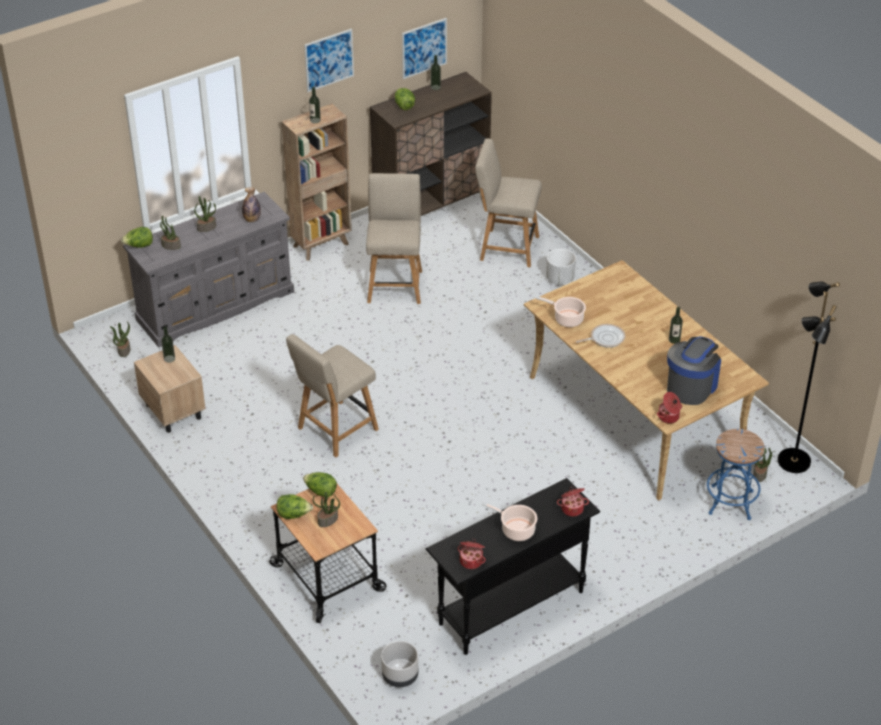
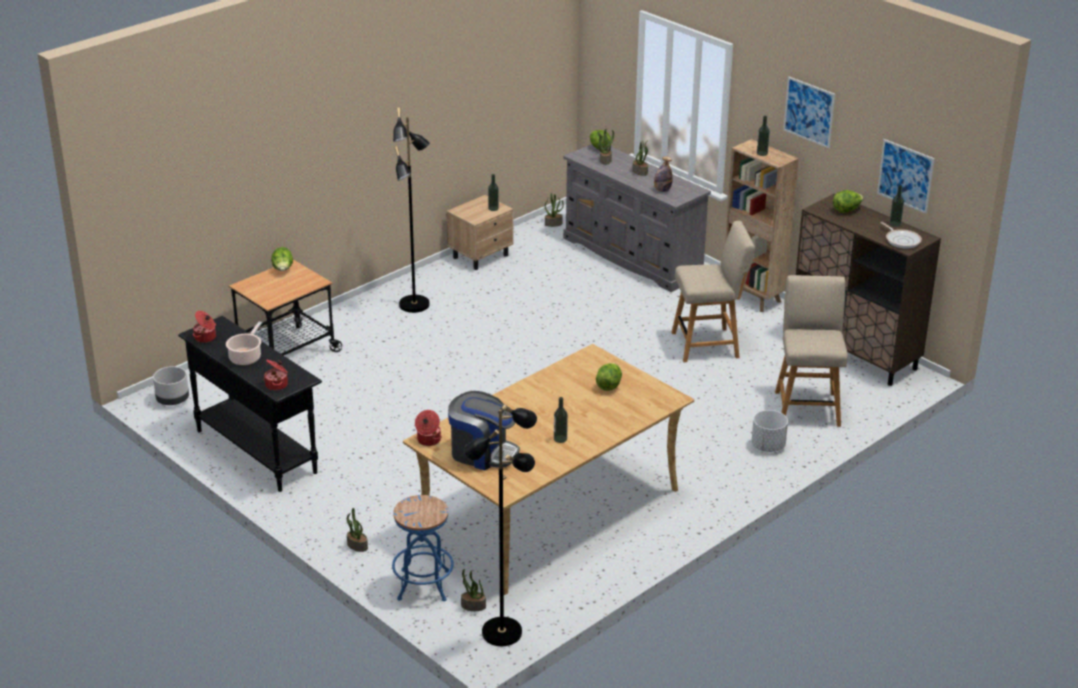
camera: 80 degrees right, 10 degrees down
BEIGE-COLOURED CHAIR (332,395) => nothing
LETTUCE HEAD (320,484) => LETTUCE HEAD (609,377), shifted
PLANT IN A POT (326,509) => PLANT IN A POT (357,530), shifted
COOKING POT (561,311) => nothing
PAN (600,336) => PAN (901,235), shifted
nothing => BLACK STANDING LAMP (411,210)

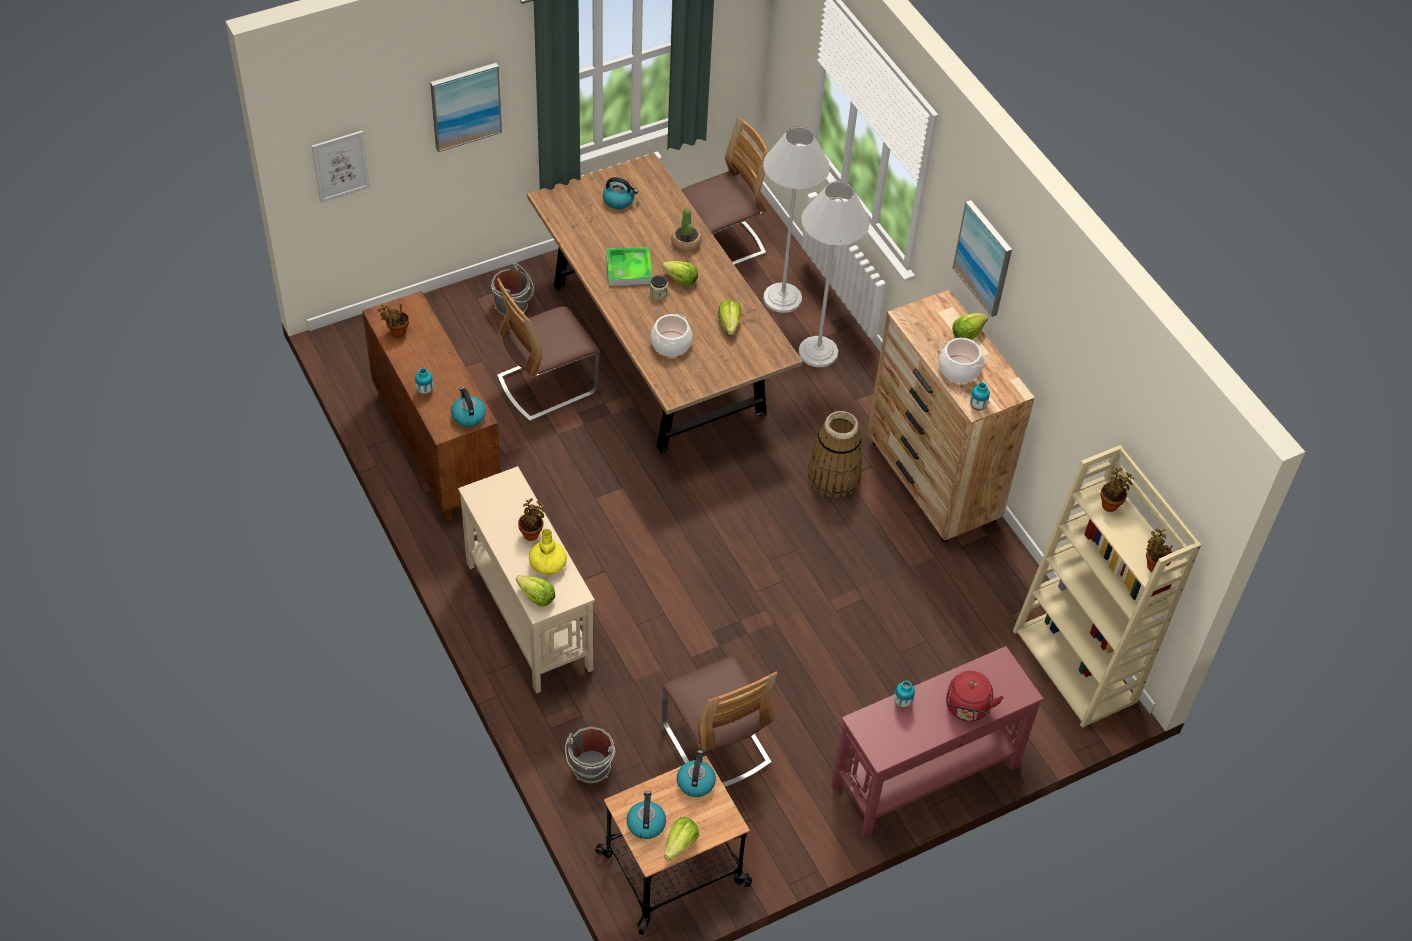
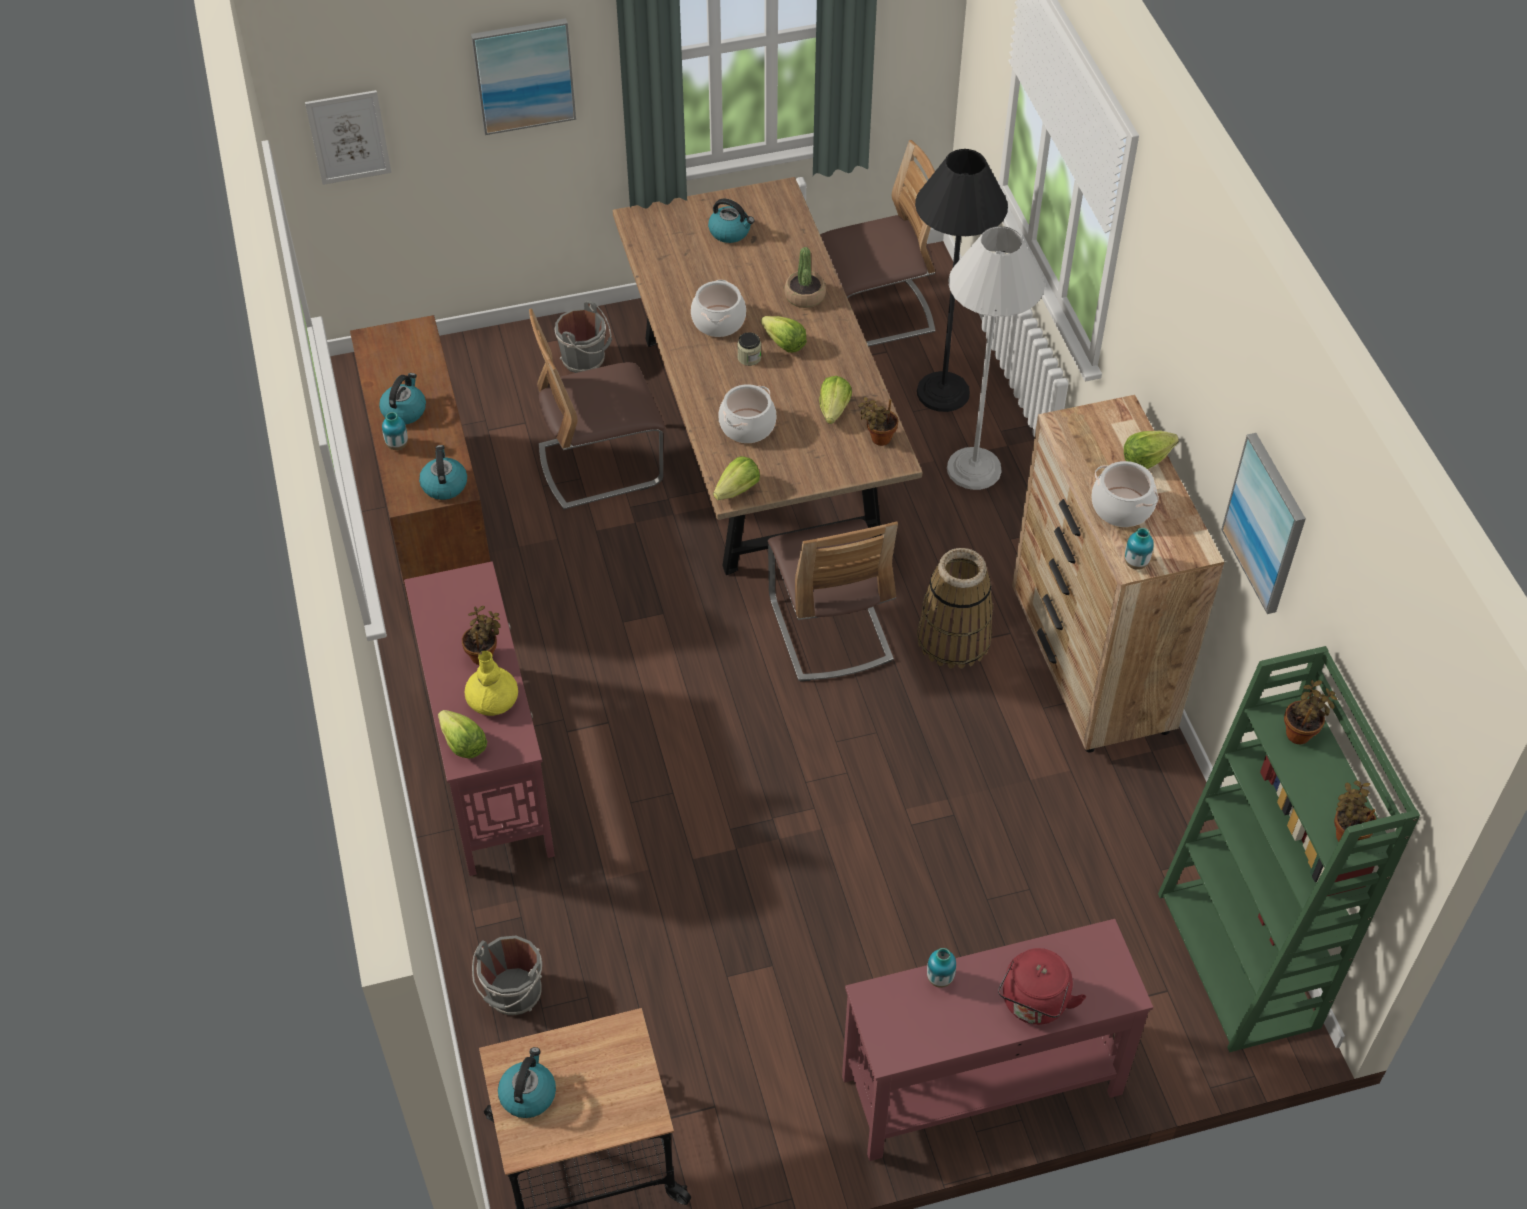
camera: 15 degrees right, 0 degrees up
PLANT IN A POT (393,320) => PLANT IN A POT (878,421), shifted
BEIGE-COLOURED CONSOLE TABLE (526,580) => REDDISH CONSOLE TABLE (479,718)
SERVING TRAY (629,266) => COOKING POT (718,308)
CHAIR (720,721) => CHAIR (833,600), shifted
LETTUCE HEAD (681,838) => LETTUCE HEAD (736,478), shifted
KETTLE (696,773) => KETTLE (402,399), shifted
WHITE STANDING LAMP (796,220) => BLACK STANDING LAMP (961,280)
WALL ART (982,258) => WALL ART (1263,523), shifted
BEIGE-COLOURED BOOKCASE (1107,586) => GREEN-COLOURED BOOKCASE (1289,849)

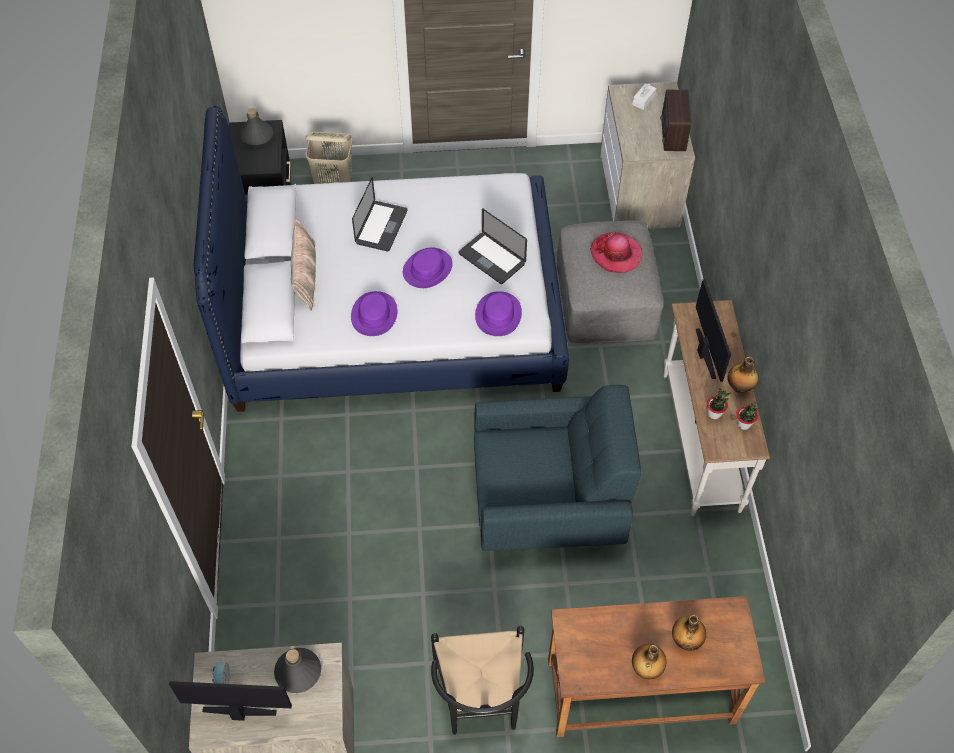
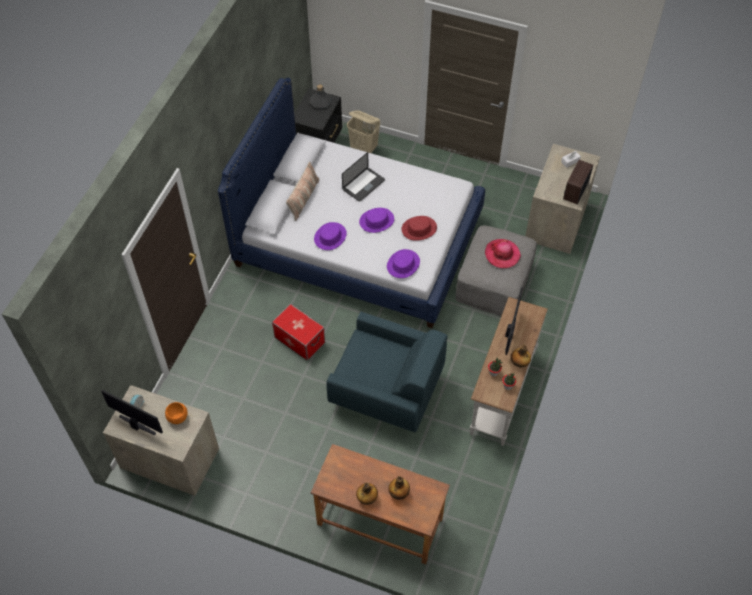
camera: 25 degrees right, 0 degrees up
GREYISH BEVERAGE BOTTLE (297,670) => ORANGE SERVING BOWL (176,413)
BLACK CHAIR (482,680) => nothing
LAPTOP (493,246) => REDDISH HAT (419,228)
nothing => STORAGE BOX (298,332)

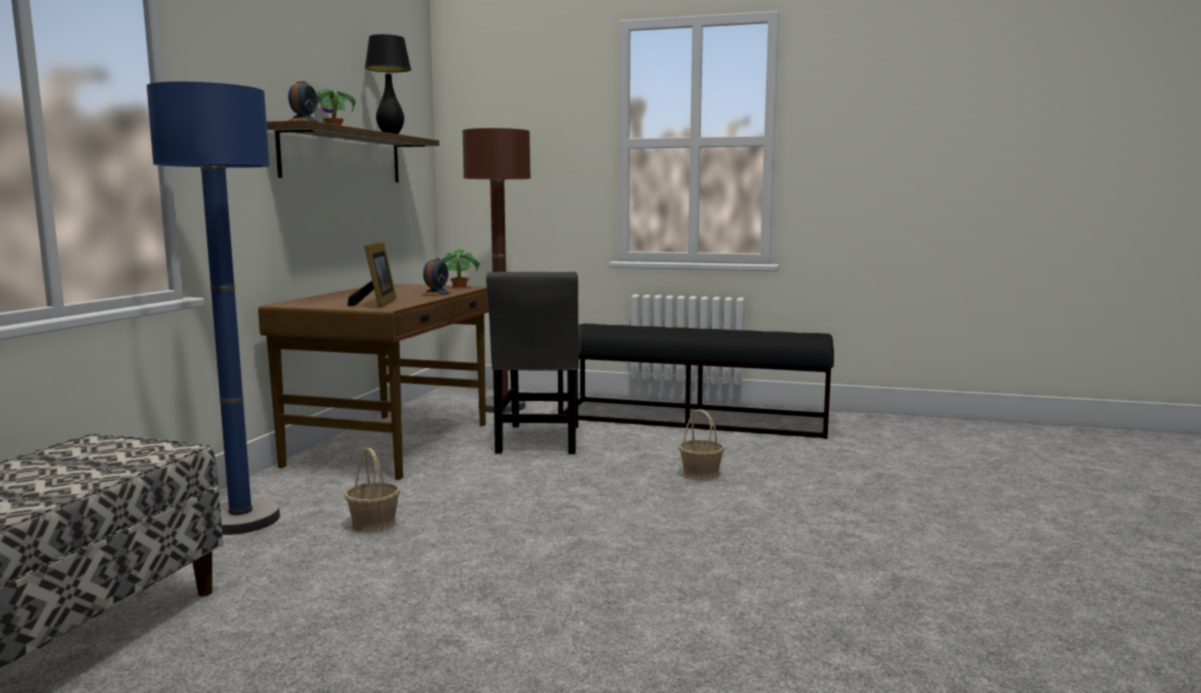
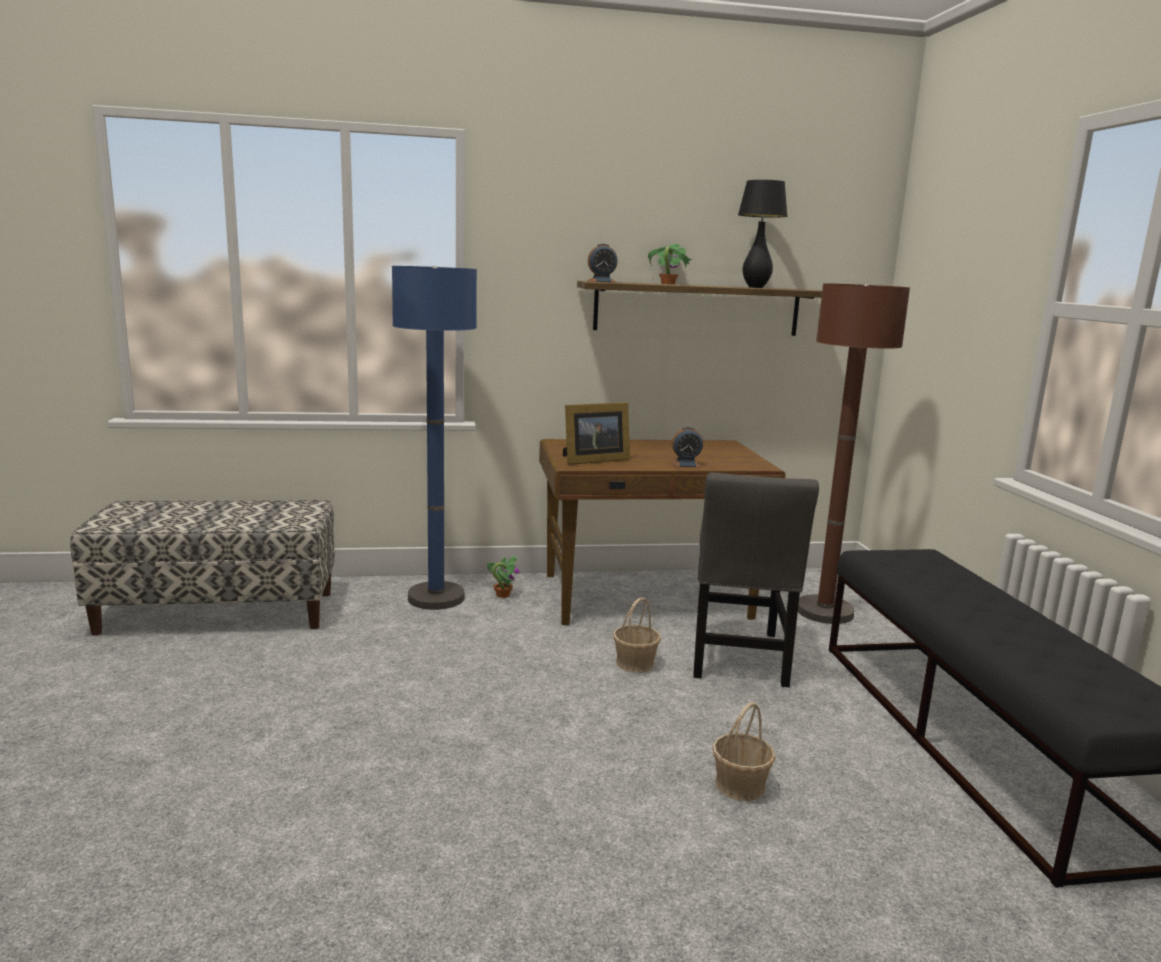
camera: 65 degrees right, 5 degrees up
STORAGE BASKET (372,490) => STORAGE BASKET (637,635), shifted
PLANT IN A POT (461,268) => PLANT IN A POT (503,577), shifted
GREYISH CHAIR (533,363) => GREYISH CHAIR (756,579), 60 degrees counterclockwise

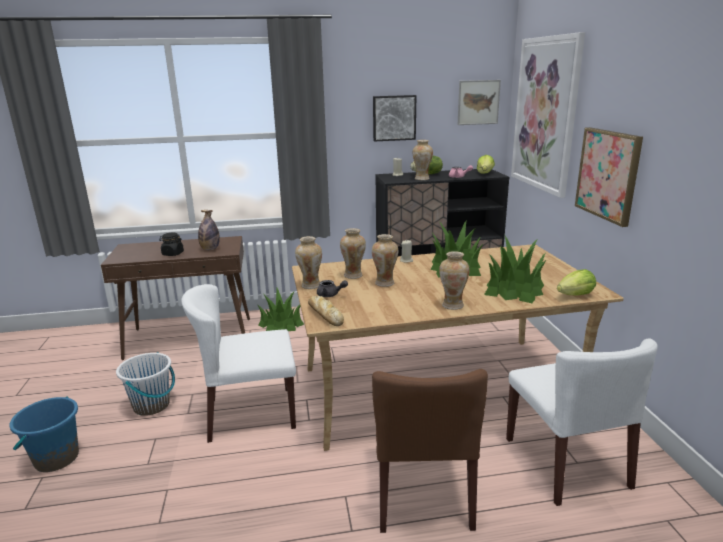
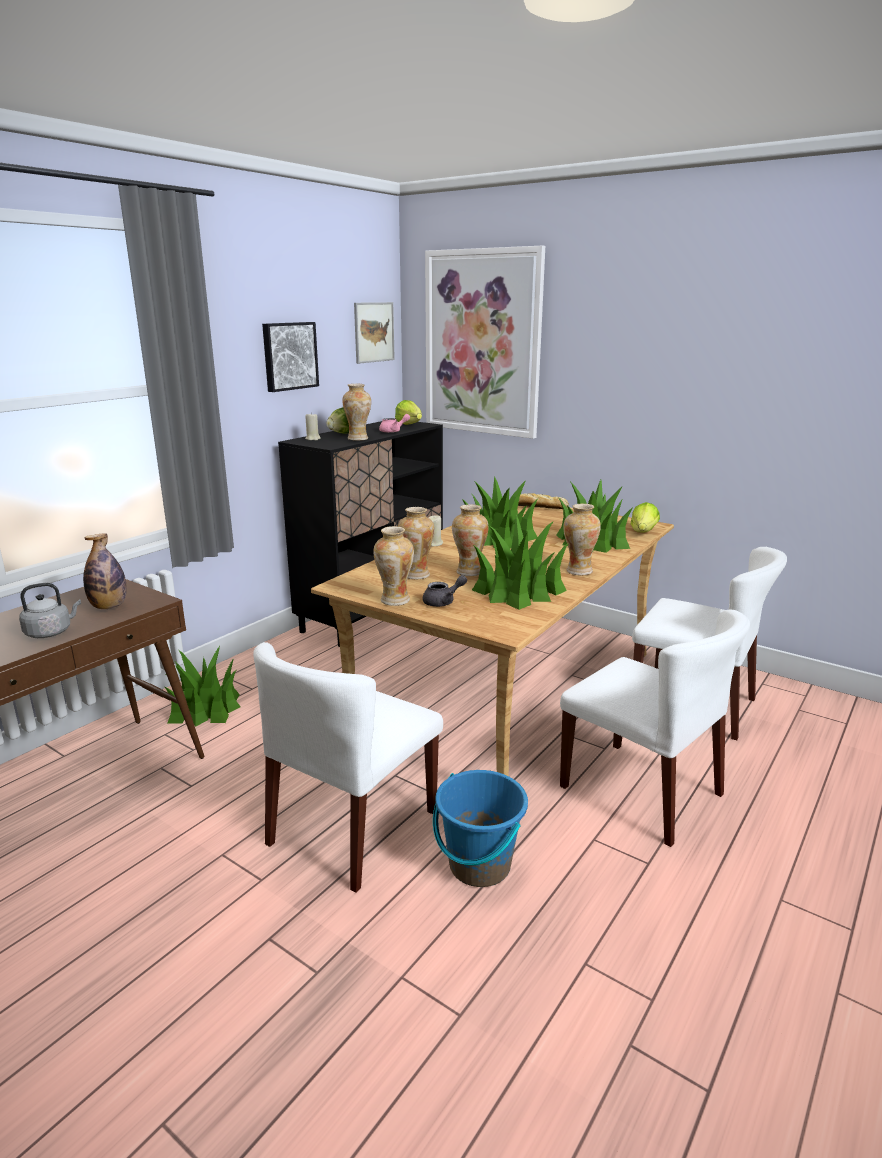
camera: 45 degrees left, 0 degrees up
BLUISH WATER BUCKET (44,434) => BLUISH WATER BUCKET (480,828), shifted
WHITE WATER BUCKET (145,384) => nothing
BLACK PRESERVE JAR (171,244) => GREYISH KETTLE (50,610)
BREAD (326,311) => BREAD (543,501), shifted
BROWN-COLOURED CHAIR (430,451) => WHITE CHAIR (655,728)
WALL ART (609,177) => nothing
nothing => PLANT IN A POT (520,562)

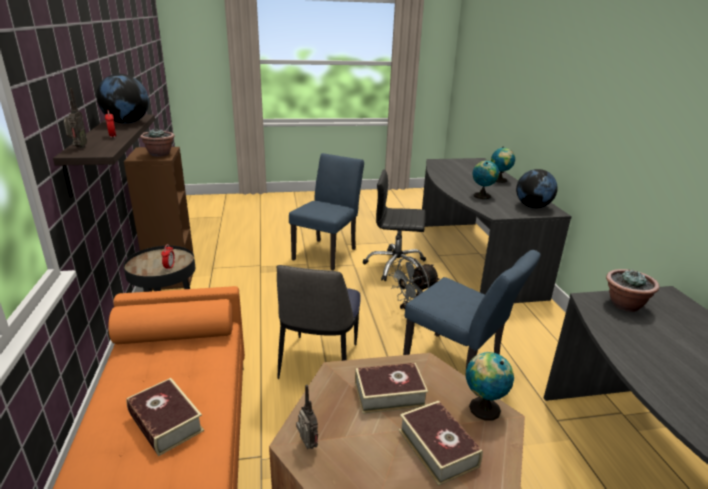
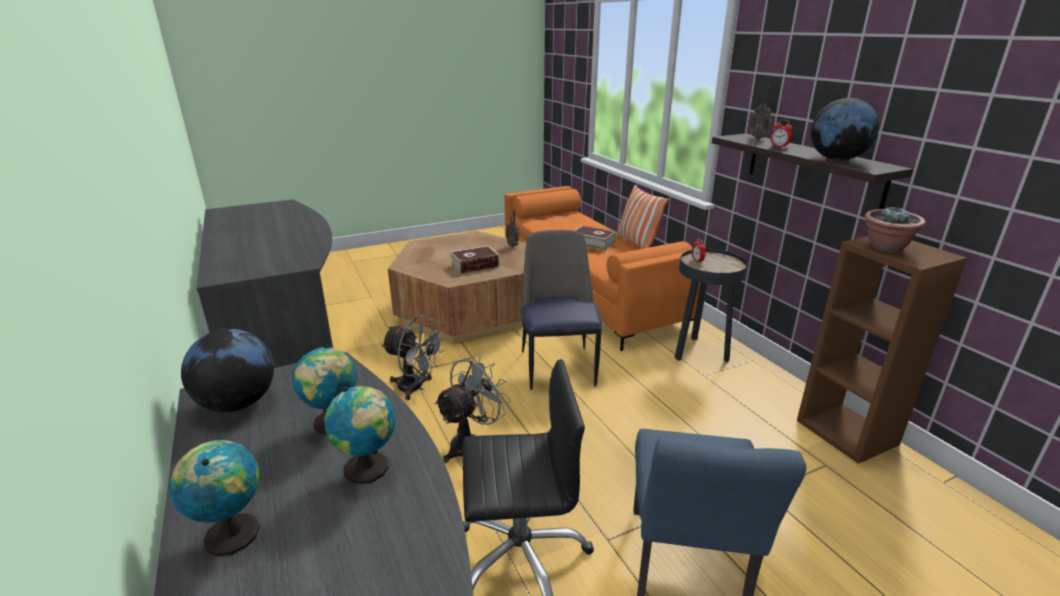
camera: 165 degrees right, 0 degrees up
VOLUME (441,443) => nothing
BLUISH CHAIR (472,309) => GREYISH COOLING FAN (413,357)
GLOBE (490,386) => GLOBE (359,435), shifted
PLANT IN A POT (633,290) => nothing
nothing => THROW PILLOW (642,217)

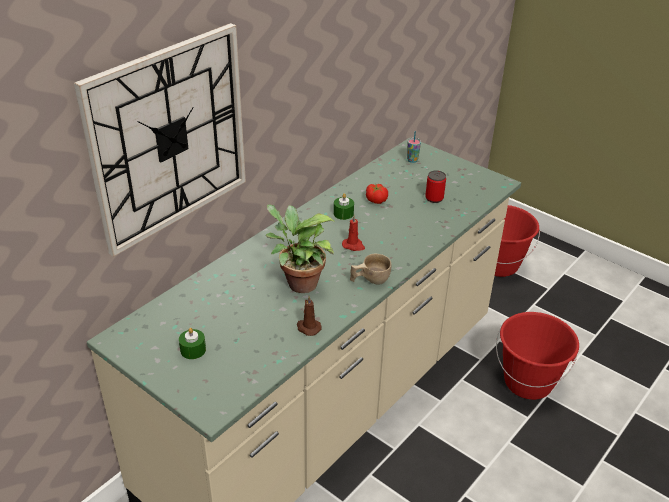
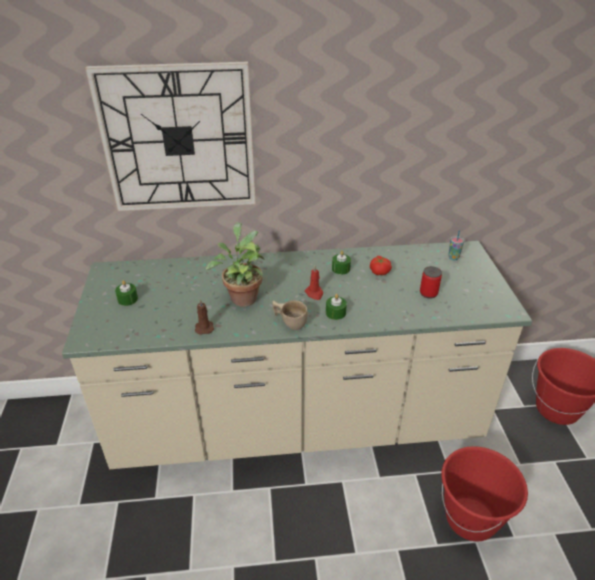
camera: 45 degrees right, 0 degrees up
nothing => GREEN-COLOURED CANDLE (336,307)

